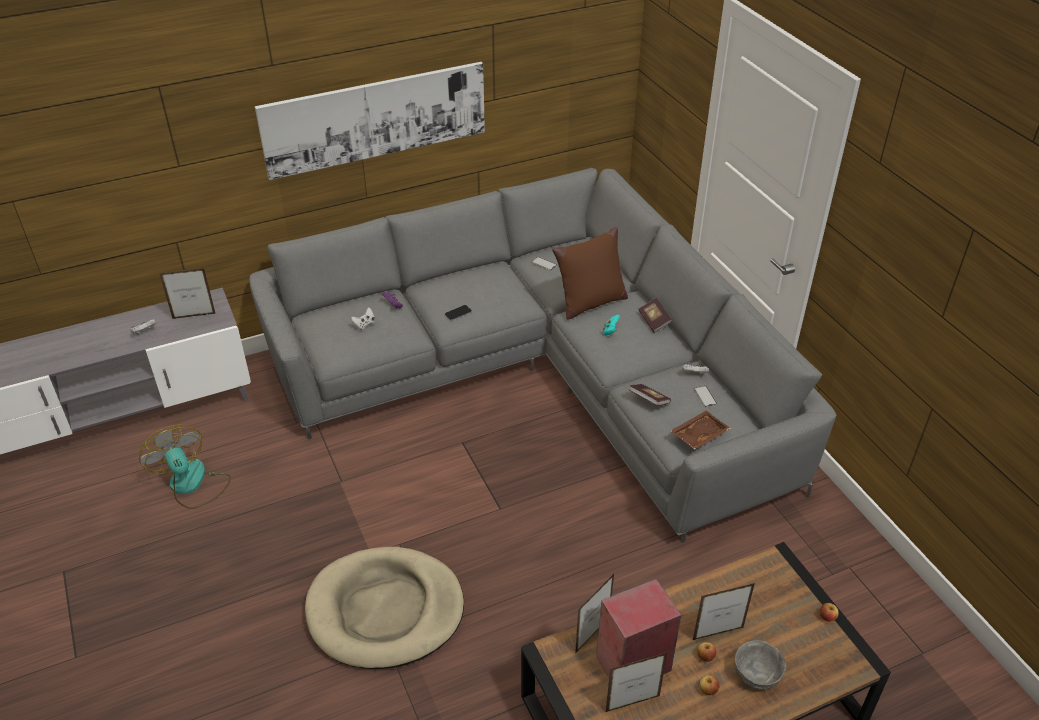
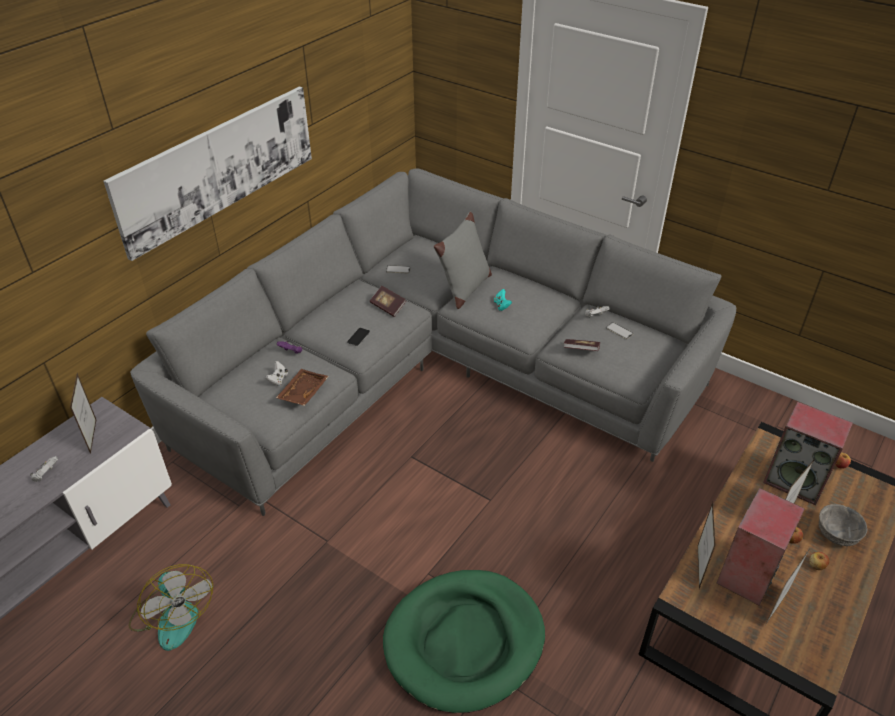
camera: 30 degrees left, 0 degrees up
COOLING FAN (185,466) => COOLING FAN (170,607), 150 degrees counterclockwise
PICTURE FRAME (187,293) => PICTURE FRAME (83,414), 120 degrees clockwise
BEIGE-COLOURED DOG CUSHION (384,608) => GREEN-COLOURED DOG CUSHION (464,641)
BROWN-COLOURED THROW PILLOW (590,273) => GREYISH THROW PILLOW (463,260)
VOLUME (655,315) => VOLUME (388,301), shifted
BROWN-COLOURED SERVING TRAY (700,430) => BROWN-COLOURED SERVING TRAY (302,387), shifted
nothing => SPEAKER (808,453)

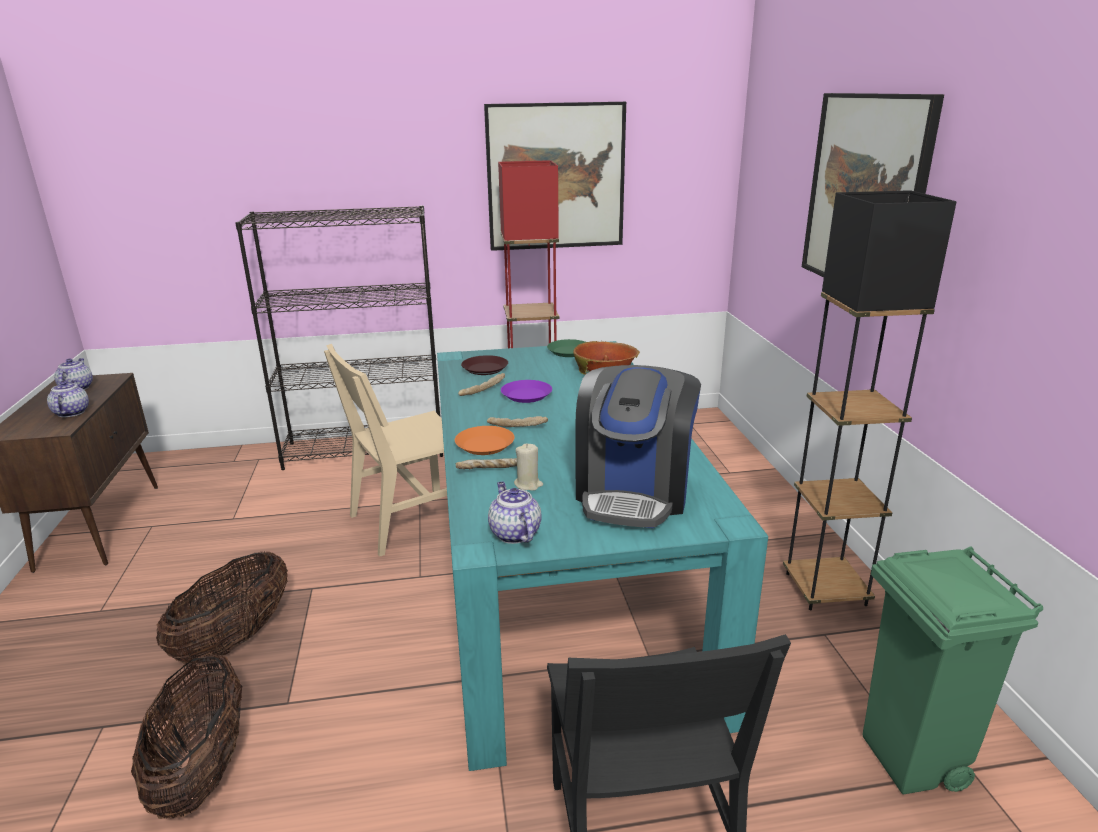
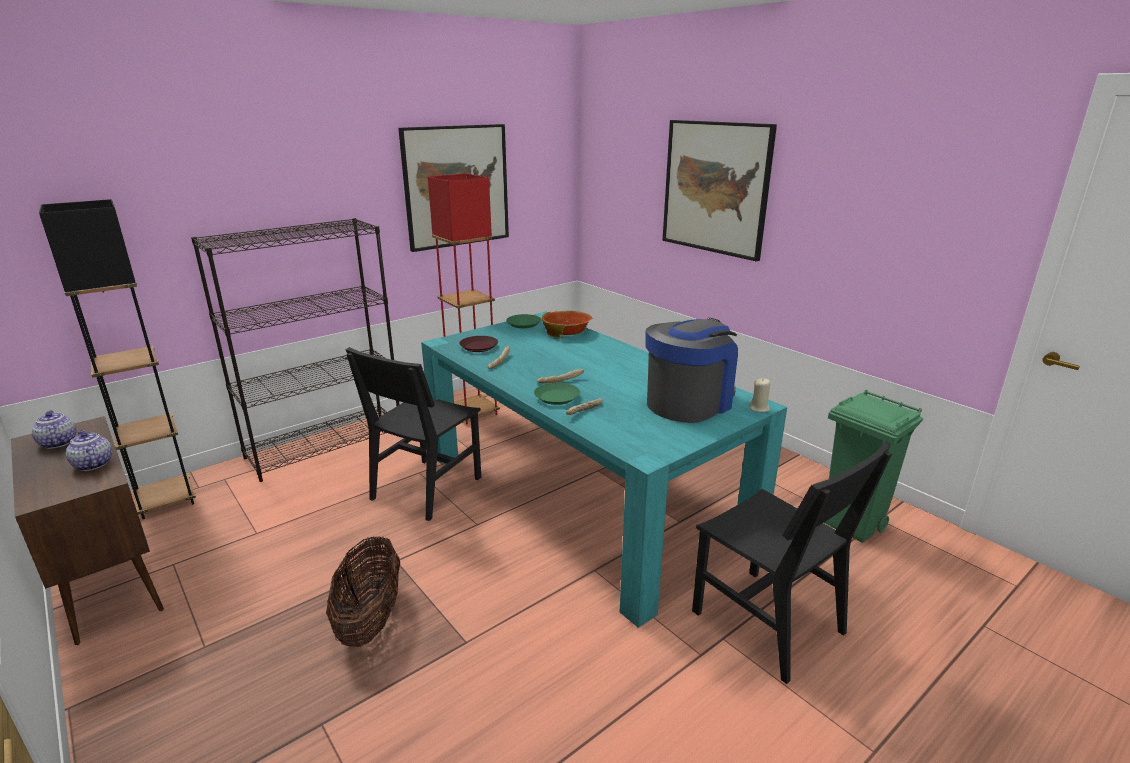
camera: 30 degrees left, 0 degrees up
STORAGE BASKET (186,736) => nothing
BEIGE-COLOURED CHAIR (385,450) => BLACK CHAIR (413,434)
ORANGE FLAT DISH (485,440) => GREEN-COLOURED FLAT DISH (557,393)
TEAPOT (515,512) => nothing
PURPLISH FLAT DISH (526,391) => nothing
BEIGE-COLOURED CANDLE (528,467) => BEIGE-COLOURED CANDLE (759,395), shifted
COFFEE MAKER (638,446) => COFFEE MAKER (692,370), 120 degrees counterclockwise
BLACK STANDING LAMP (870,400) => BLACK STANDING LAMP (117,359), shifted

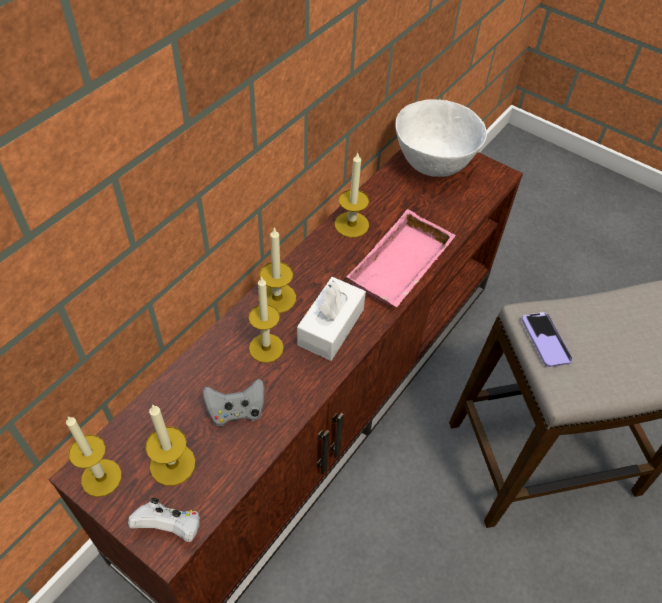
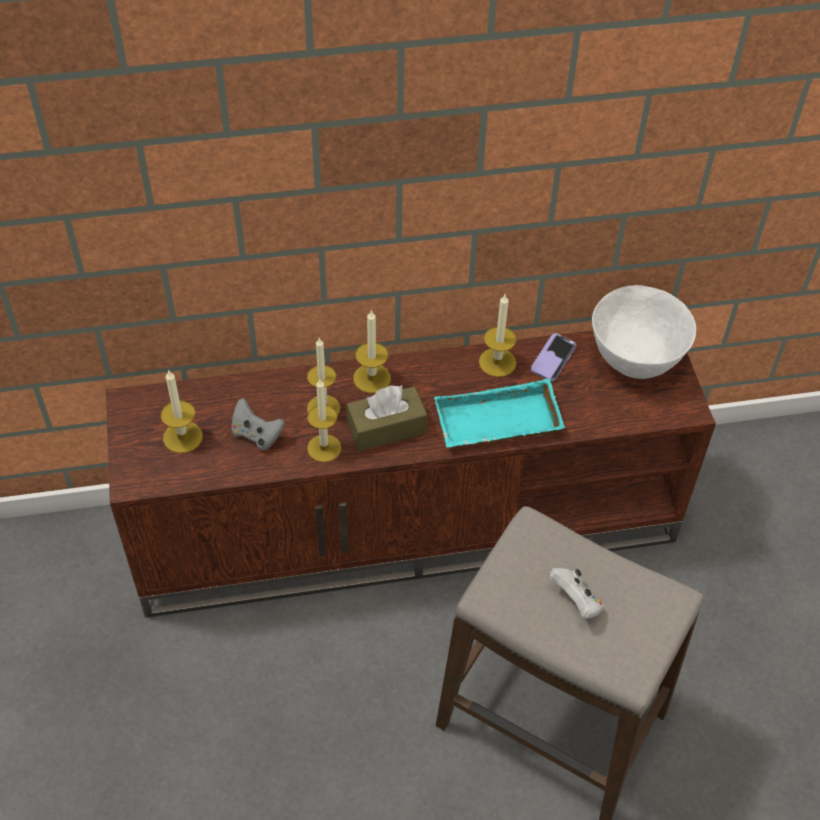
camera: 45 degrees right, 0 degrees up
CANDLE (94,457) => CANDLE (324,420), shifted
WHITE GAME CONTROLLER (164,520) => WHITE GAME CONTROLLER (576,593), shifted
WHITE TISSUE HOLDER (331,319) => BROWN-COLOURED TISSUE HOLDER (386,418)
PINKISH SERVING TRAY (401,258) => TURQUOISE-COLOURED SERVING TRAY (499,413)
PHONE (547,339) => PHONE (553,357), shifted

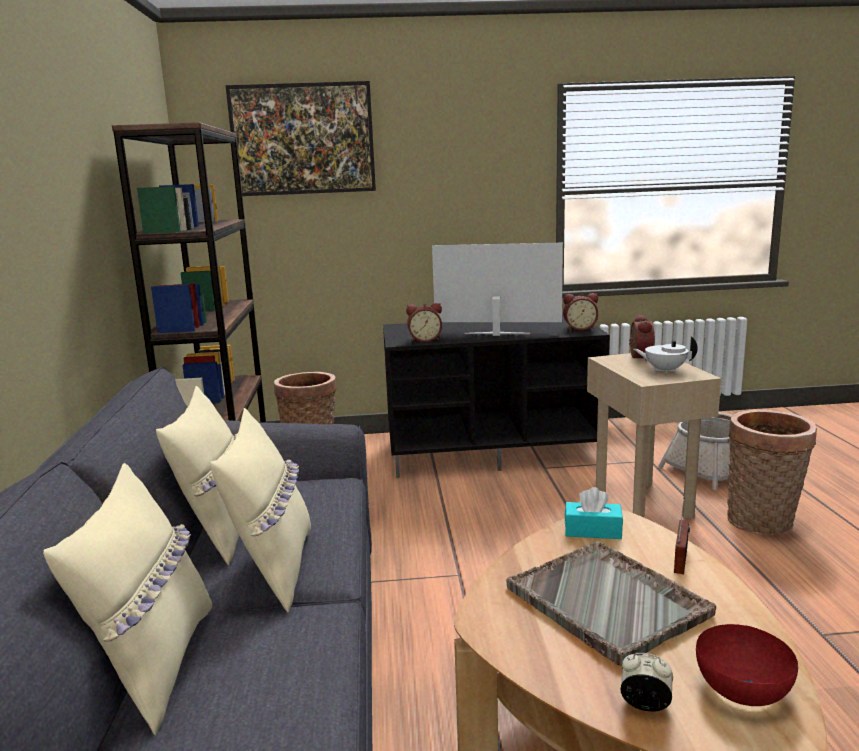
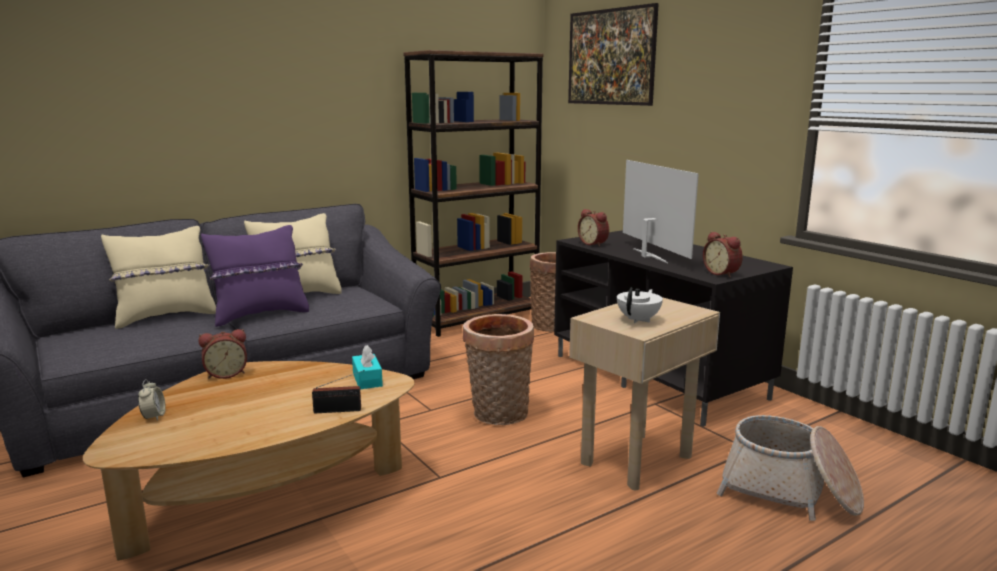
camera: 60 degrees right, 0 degrees up
BEIGE-COLOURED THROW PILLOW (260,510) => PURPLISH THROW PILLOW (255,276)
GREYISH SERVING TRAY (611,603) => nothing
ALARM CLOCK (642,338) => ALARM CLOCK (222,354), shifted
WHITE TEAPOT (666,354) => WHITE TEAPOT (640,305), 45 degrees clockwise
REDDISH SERVING BOWL (747,665) => nothing
STORAGE BASKET (772,472) => STORAGE BASKET (498,369), shifted

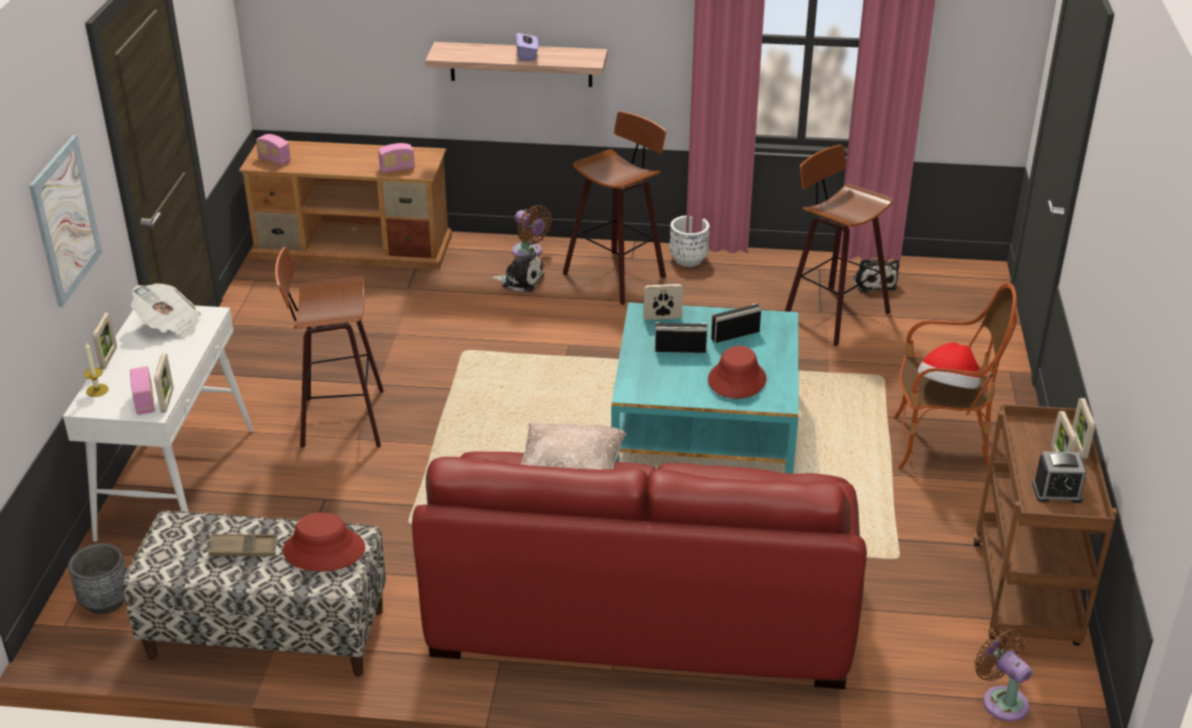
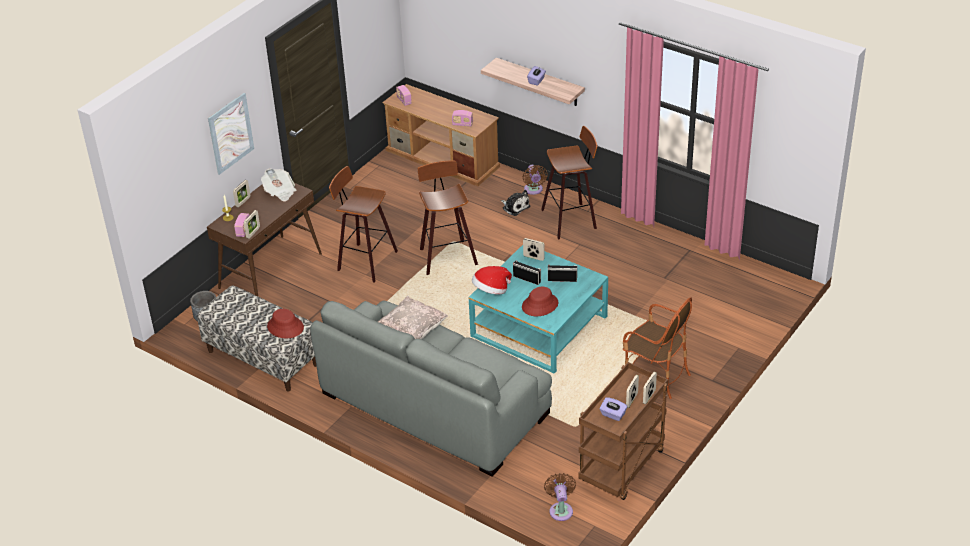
camera: 30 degrees right, 5 degrees up
WHITE CONSOLE TABLE (158,424) => BROWN-COLOURED CONSOLE TABLE (264,239)
BROWN-COLOURED SERVING TRAY (242,545) => nothing
REDDISH SETTEE (639,570) => GREYISH SETTEE (431,389)
WHITE PLANT POT (689,241) => nothing
STOOL (839,246) => STOOL (448,217), shifted
PLUSH TOY (876,275) => nothing
HAT (949,365) => HAT (492,280), shifted
ALARM CLOCK (1059,477) => PURPLISH TISSUE HOLDER (613,409)

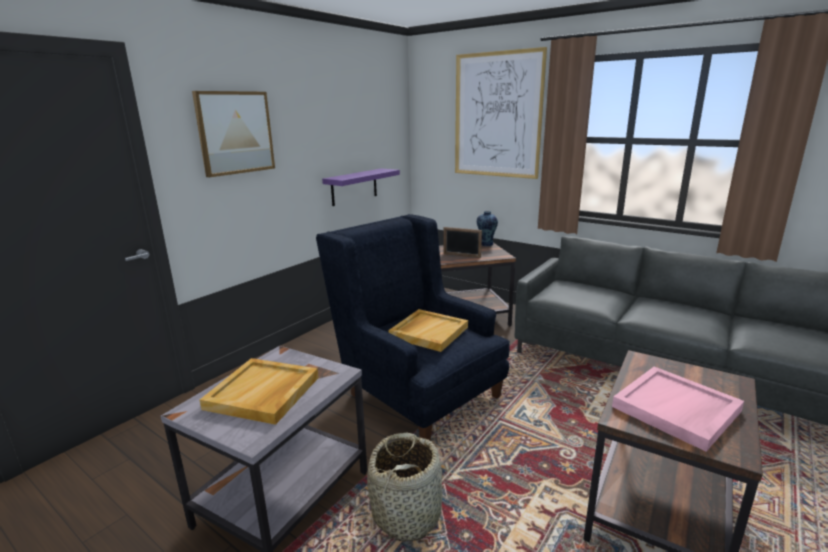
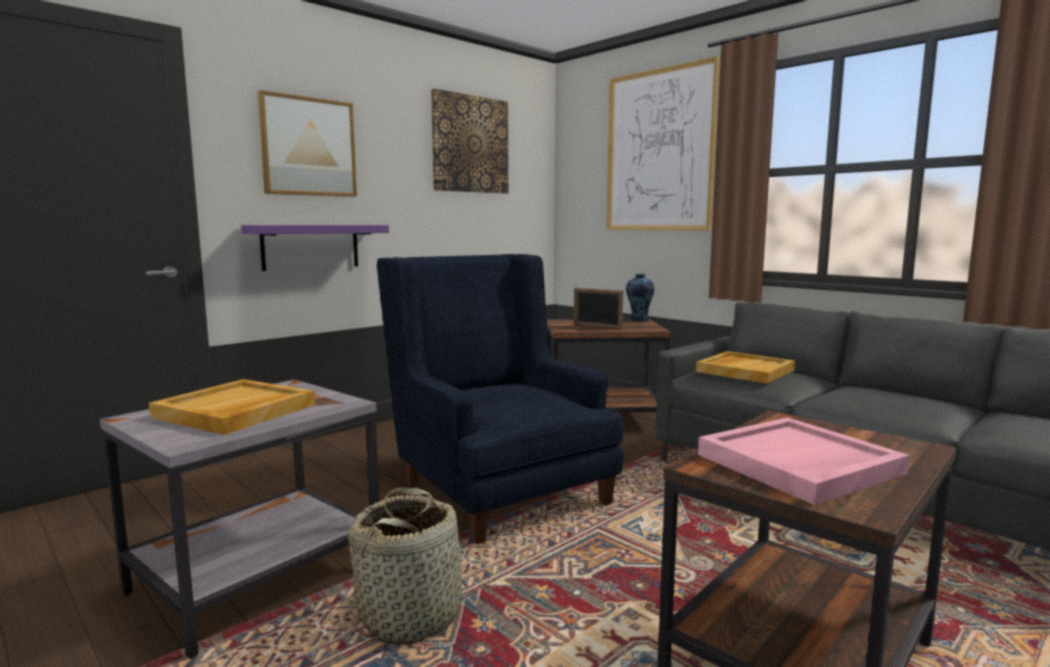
camera: 10 degrees right, 10 degrees down
PURPLISH BRACKET SHELF (361,187) => PURPLISH BRACKET SHELF (315,248), shifted
BEIGE-COLOURED SERVING TRAY (428,330) => BEIGE-COLOURED SERVING TRAY (745,367), shifted
nothing => WALL ART (469,141)

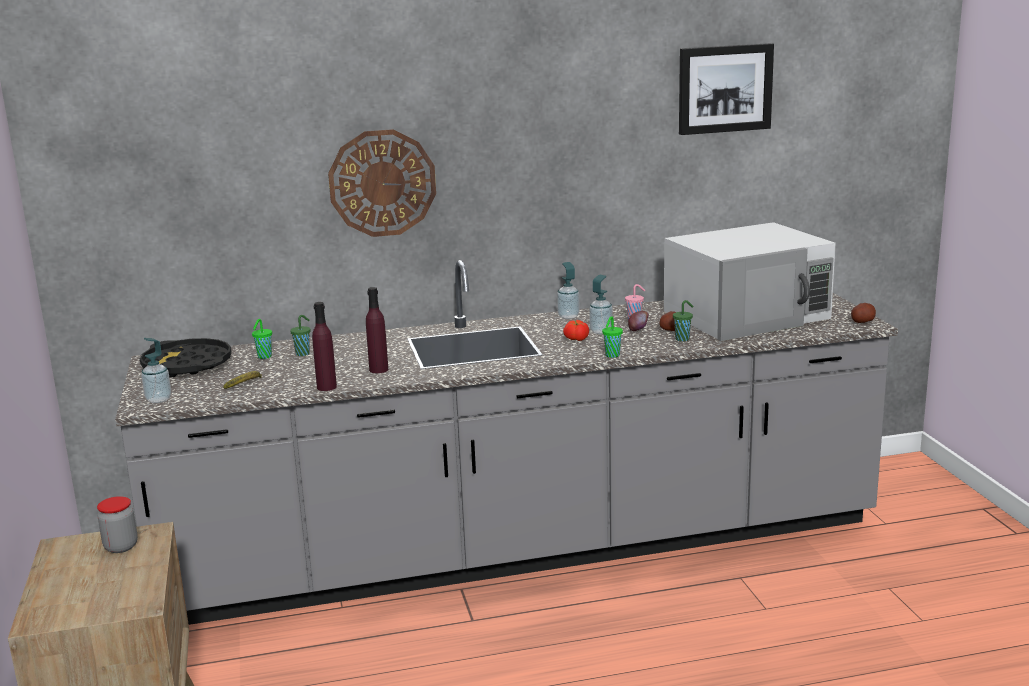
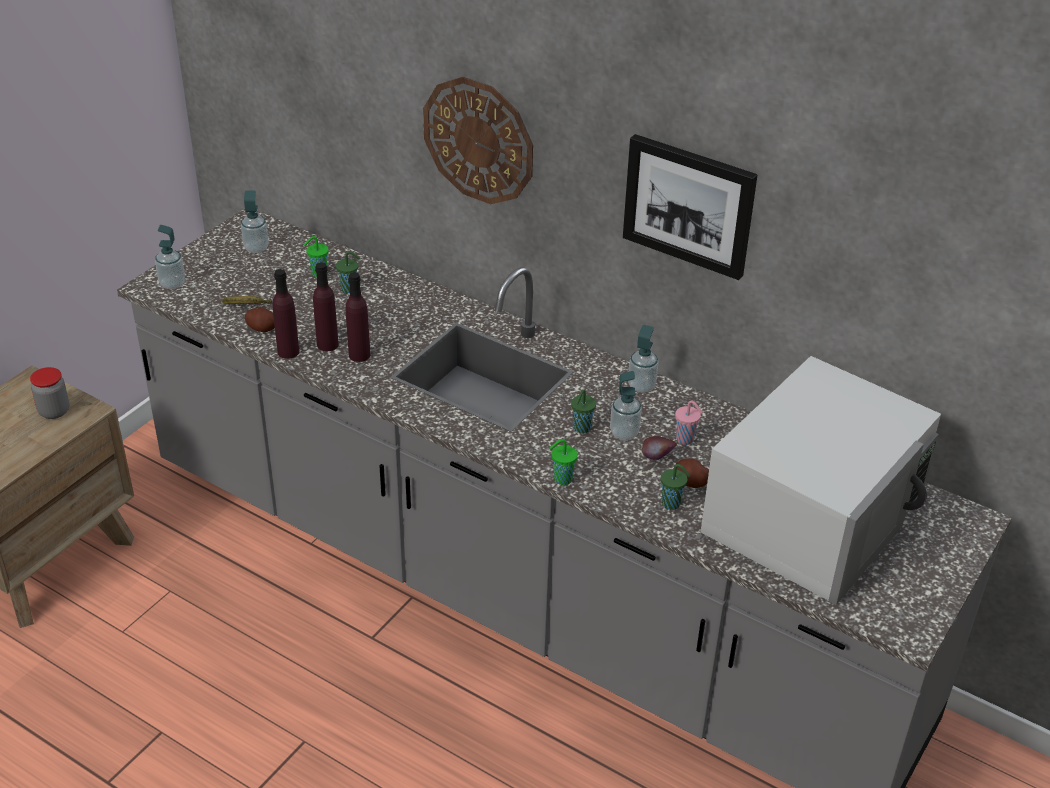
camera: 45 degrees right, 20 degrees up
BLACK SERVING TRAY (186,357) => SOAP BOTTLE (255,221)
TOMATO (576,330) => GREEN-COLOURED DRINKING CUP (583,411)
WHITE KITCHEN MICROWAVE (750,281) => WHITE KITCHEN MICROWAVE (821,480), 75 degrees counterclockwise
WALL ART (726,89) => WALL ART (690,207), shifted
SPUD (863,313) => SPUD (260,320), shifted
nothing => PURPLISH BEVERAGE BOTTLE (326,306)

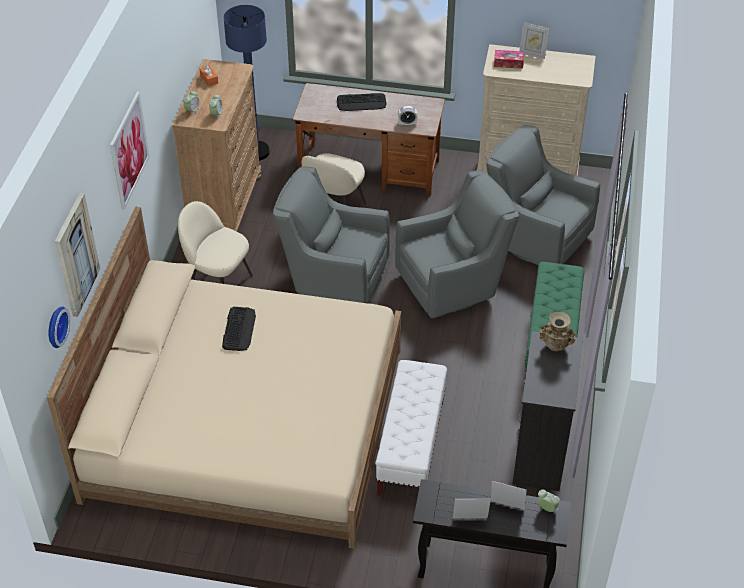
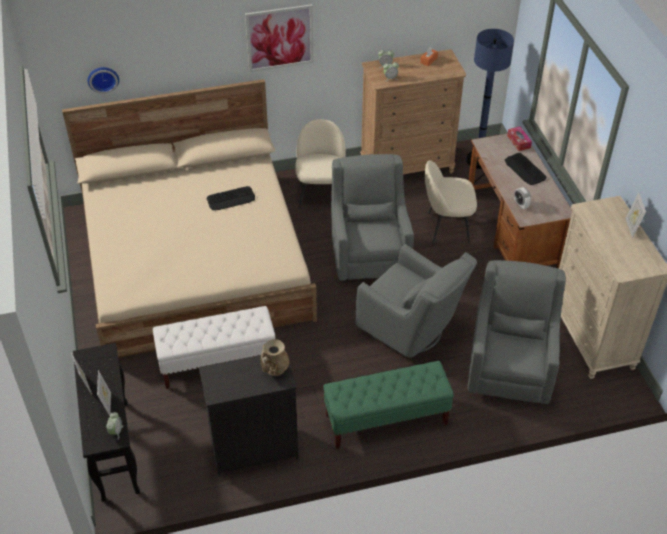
camera: 65 degrees right, 0 degrees up
WALL ART (77,255) => nothing
TISSUE HOLDER (509,59) => TISSUE HOLDER (519,139), shifted

